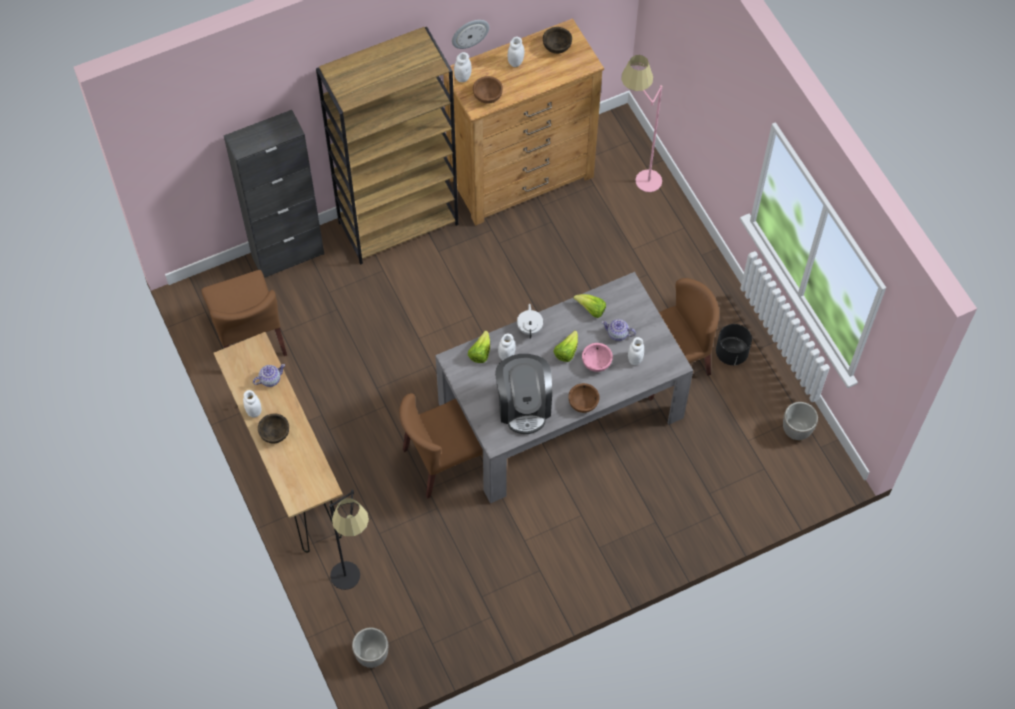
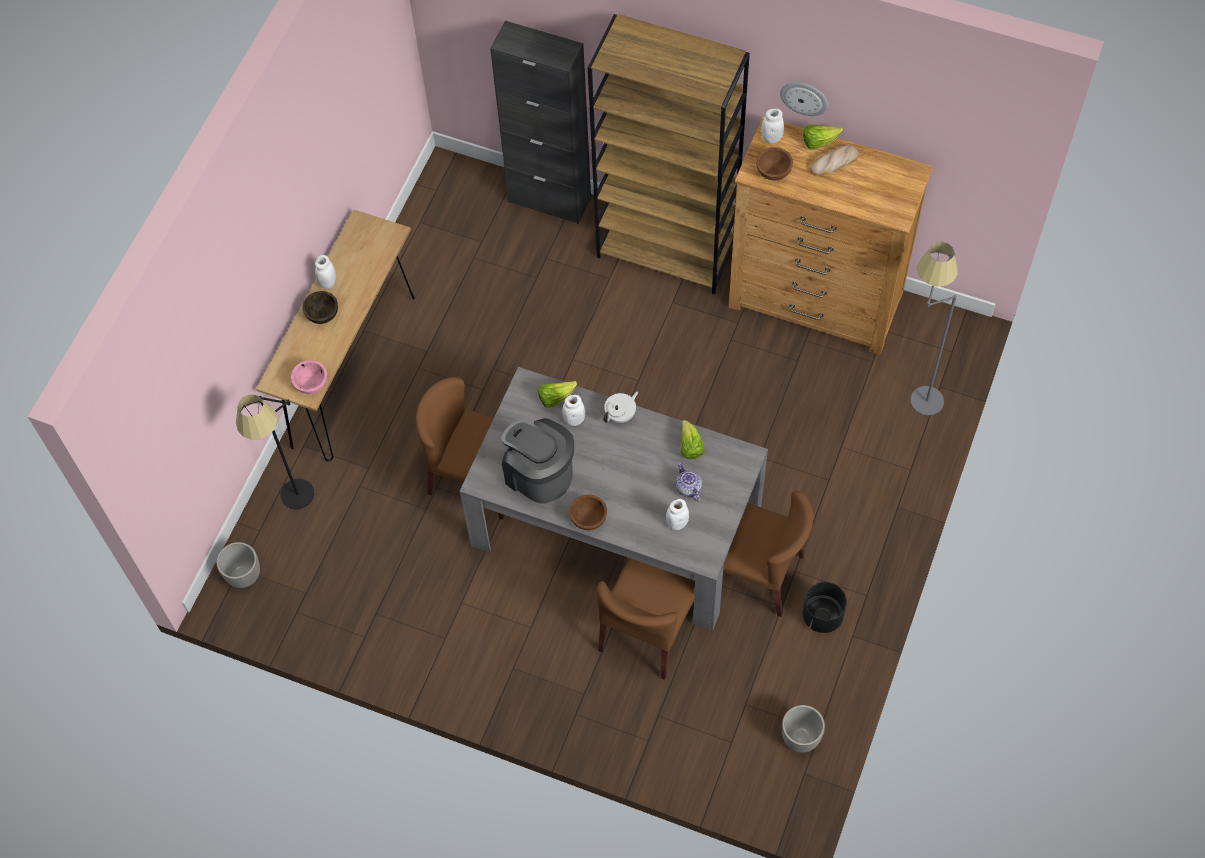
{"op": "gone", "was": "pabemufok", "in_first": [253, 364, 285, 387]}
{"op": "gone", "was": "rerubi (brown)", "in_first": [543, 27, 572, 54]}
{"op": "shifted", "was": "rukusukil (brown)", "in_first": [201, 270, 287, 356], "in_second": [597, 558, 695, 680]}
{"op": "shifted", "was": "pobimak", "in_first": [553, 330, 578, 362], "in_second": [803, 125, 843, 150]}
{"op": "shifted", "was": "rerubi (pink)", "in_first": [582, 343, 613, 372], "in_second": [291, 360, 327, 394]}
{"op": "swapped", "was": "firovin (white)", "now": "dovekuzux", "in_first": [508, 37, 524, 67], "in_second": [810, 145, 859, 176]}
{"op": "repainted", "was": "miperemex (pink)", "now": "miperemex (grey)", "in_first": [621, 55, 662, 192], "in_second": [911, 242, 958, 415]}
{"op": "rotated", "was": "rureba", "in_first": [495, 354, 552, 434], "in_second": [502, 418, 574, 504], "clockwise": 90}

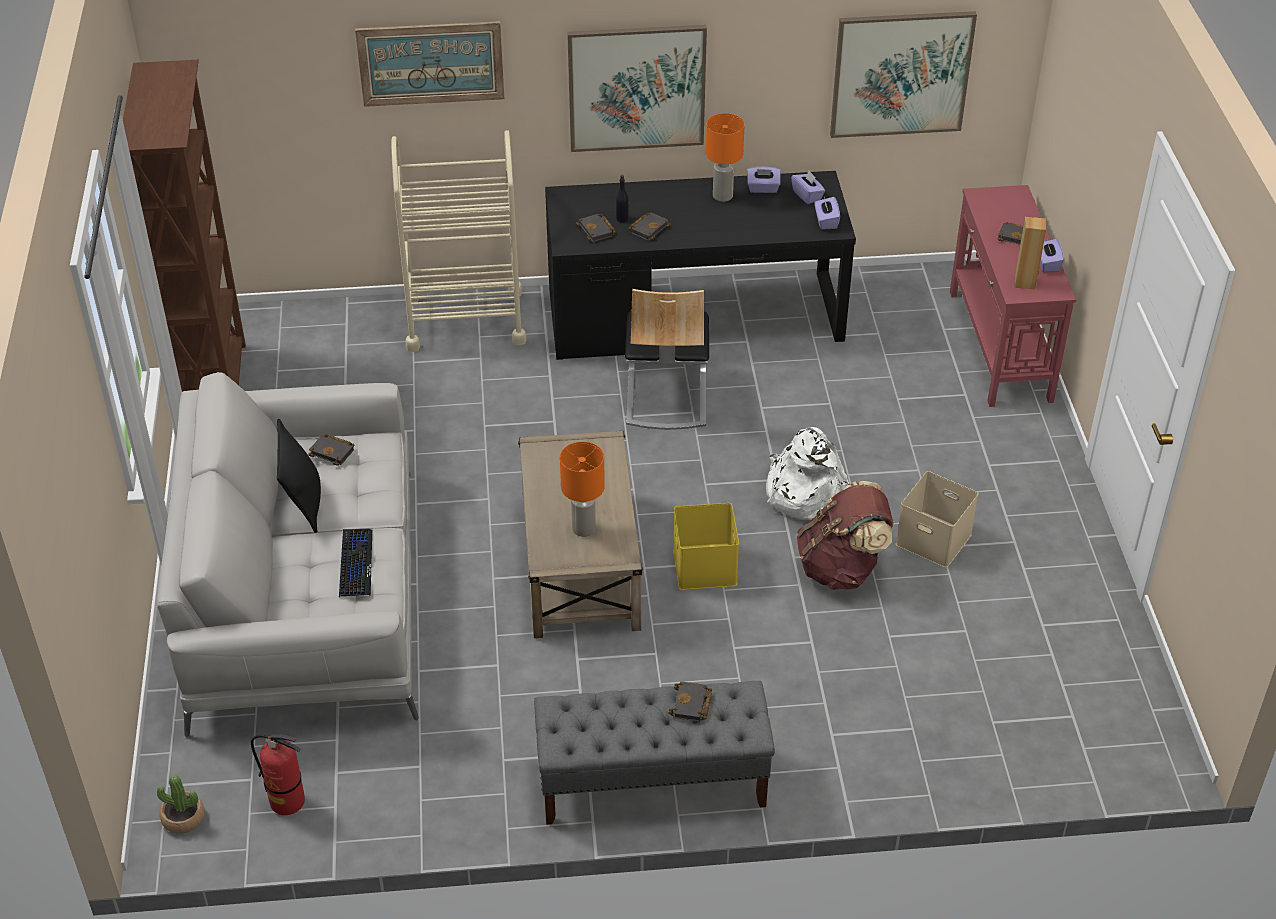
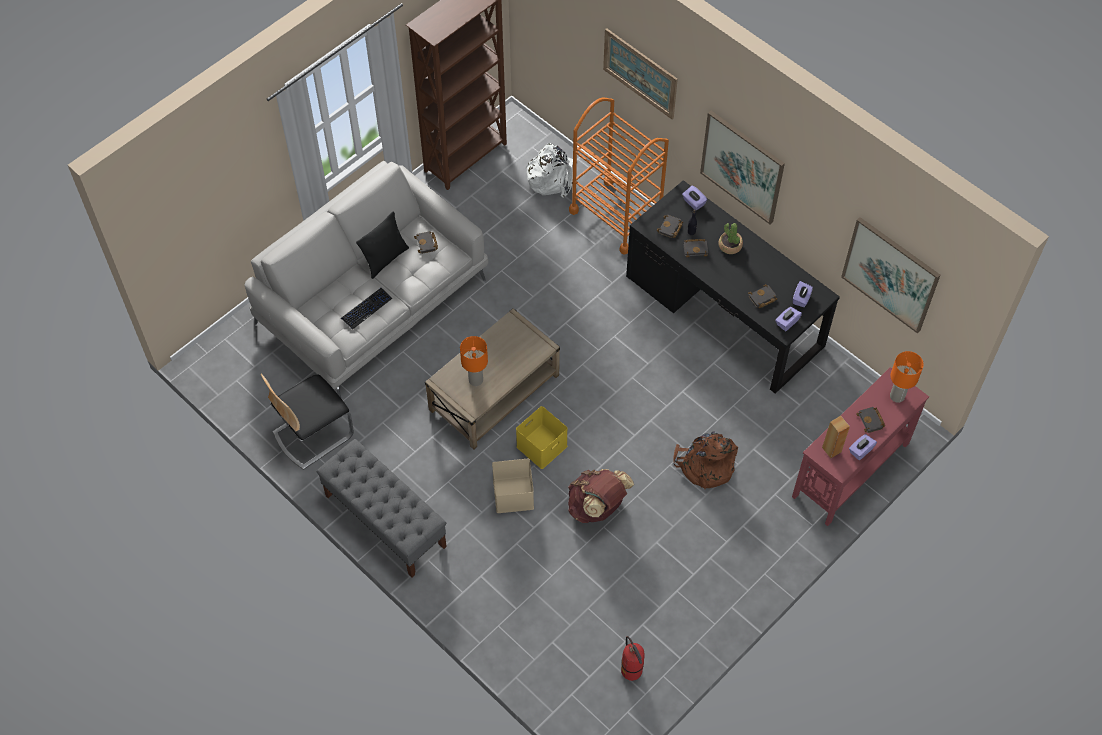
{"op": "new", "now": "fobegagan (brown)", "in_second": [673, 432, 738, 490]}
{"op": "shifted", "was": "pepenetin", "in_first": [157, 775, 204, 834], "in_second": [718, 223, 743, 254]}
{"op": "shifted", "was": "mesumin", "in_first": [251, 734, 305, 815], "in_second": [621, 636, 645, 681]}
{"op": "shifted", "was": "rukusukil", "in_first": [625, 289, 709, 430], "in_second": [261, 373, 354, 470]}
{"op": "shifted", "was": "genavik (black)", "in_first": [669, 681, 712, 722], "in_second": [748, 284, 777, 308]}
{"op": "shifted", "was": "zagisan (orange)", "in_first": [706, 113, 745, 202], "in_second": [890, 351, 924, 403]}
{"op": "shifted", "was": "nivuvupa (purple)", "in_first": [747, 167, 780, 193], "in_second": [682, 185, 707, 210]}
{"op": "shifted", "was": "fobegagan (white)", "in_first": [766, 427, 849, 520], "in_second": [525, 143, 573, 198]}
{"op": "shifted", "was": "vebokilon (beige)", "in_first": [896, 471, 979, 568], "in_second": [492, 459, 534, 513]}
{"op": "repainted", "was": "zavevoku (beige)", "now": "zavevoku (orange)", "in_first": [391, 130, 526, 352], "in_second": [569, 98, 669, 255]}

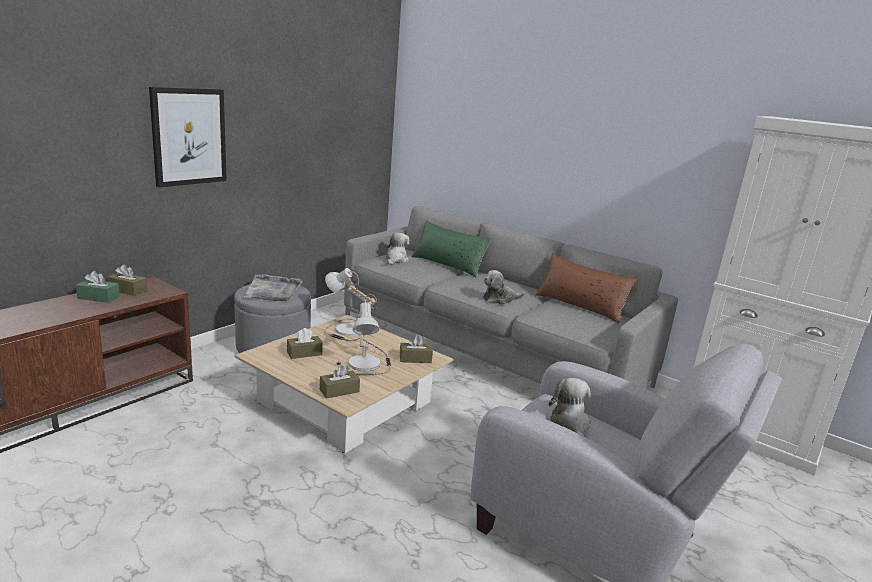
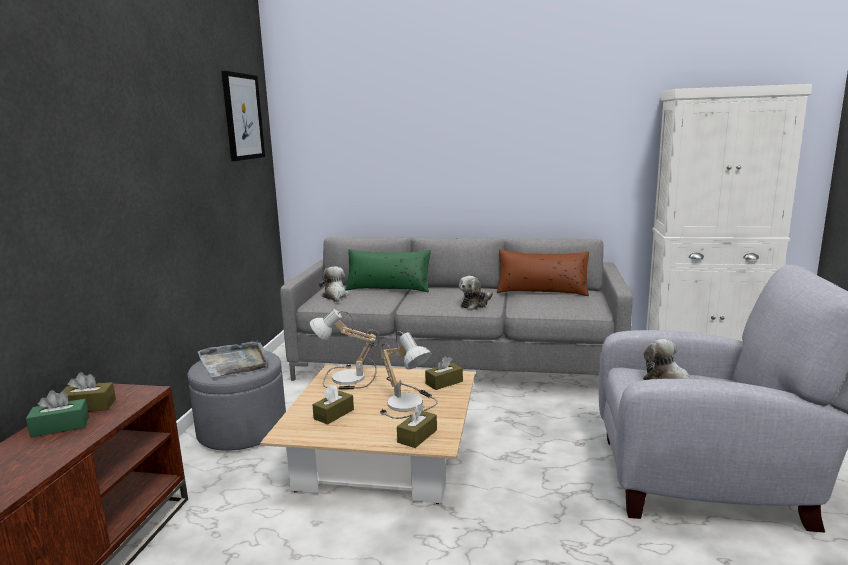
{"op": "shifted", "was": "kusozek", "in_first": [149, 87, 227, 188], "in_second": [221, 71, 265, 161]}

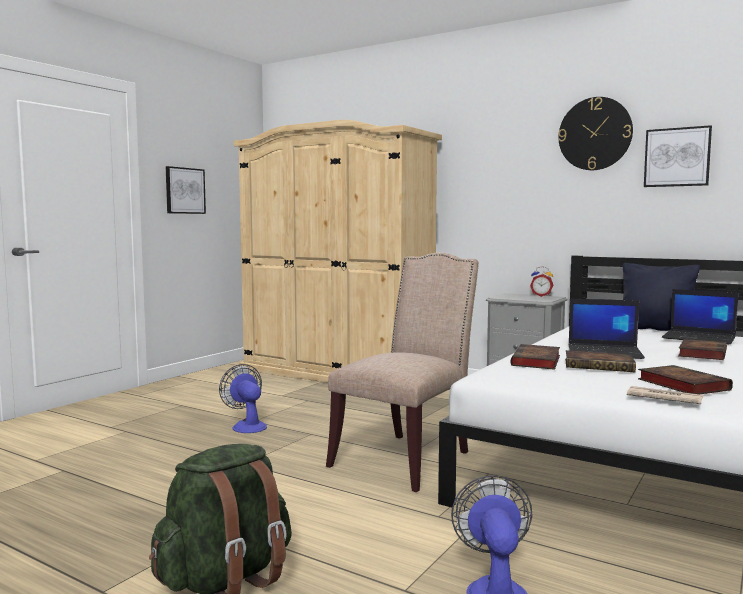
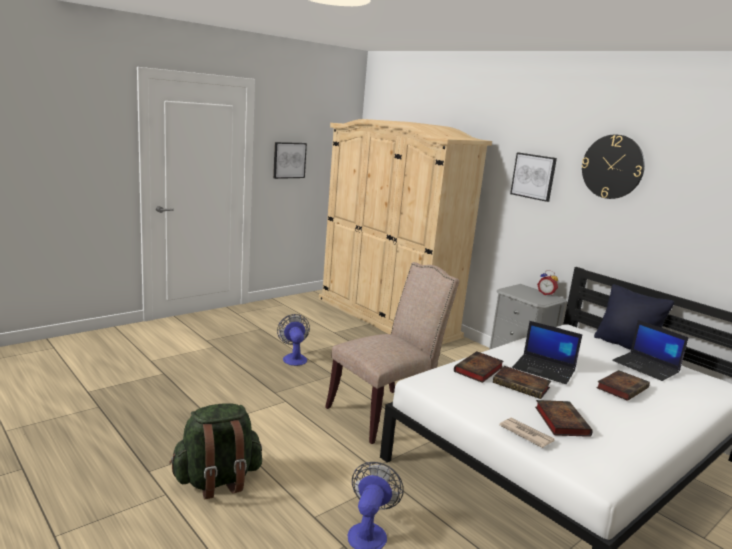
{"op": "shifted", "was": "kusozek", "in_first": [644, 125, 712, 187], "in_second": [510, 153, 557, 202]}

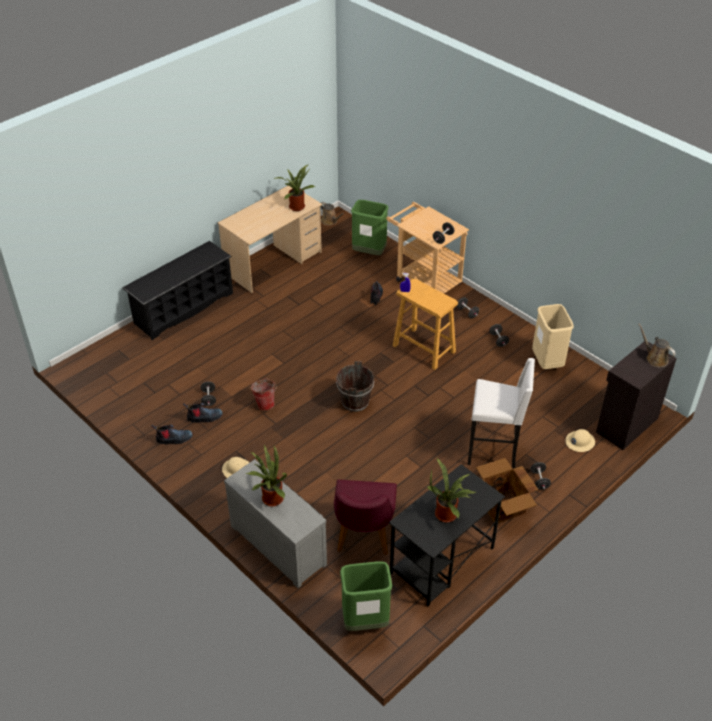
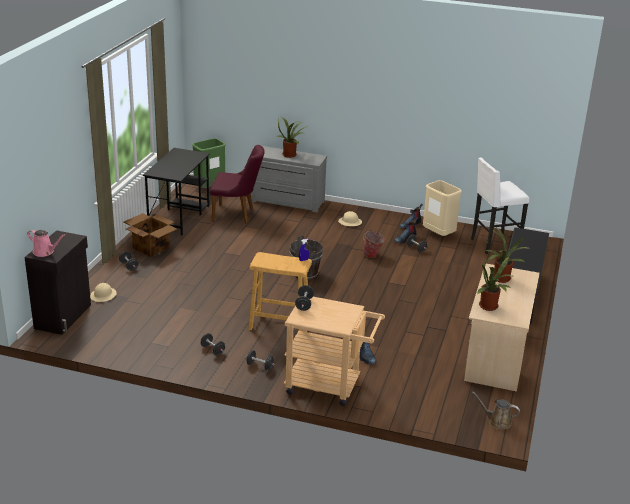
{"op": "gone", "was": "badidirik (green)", "in_first": [351, 200, 388, 255]}
{"op": "shifted", "was": "pepenetin", "in_first": [427, 457, 476, 522], "in_second": [484, 227, 531, 283]}
{"op": "shifted", "was": "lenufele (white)", "in_first": [468, 358, 535, 469], "in_second": [471, 157, 529, 254]}
{"op": "shifted", "was": "badidirik (beige)", "in_first": [532, 304, 574, 369], "in_second": [423, 180, 462, 236]}
{"op": "repainted", "was": "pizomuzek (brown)", "now": "pizomuzek (pink)", "in_first": [638, 324, 676, 367], "in_second": [27, 230, 66, 257]}
{"op": "rotated", "was": "rukusukil (purple)", "in_first": [334, 480, 397, 555], "in_second": [210, 145, 265, 224], "clockwise": 120}

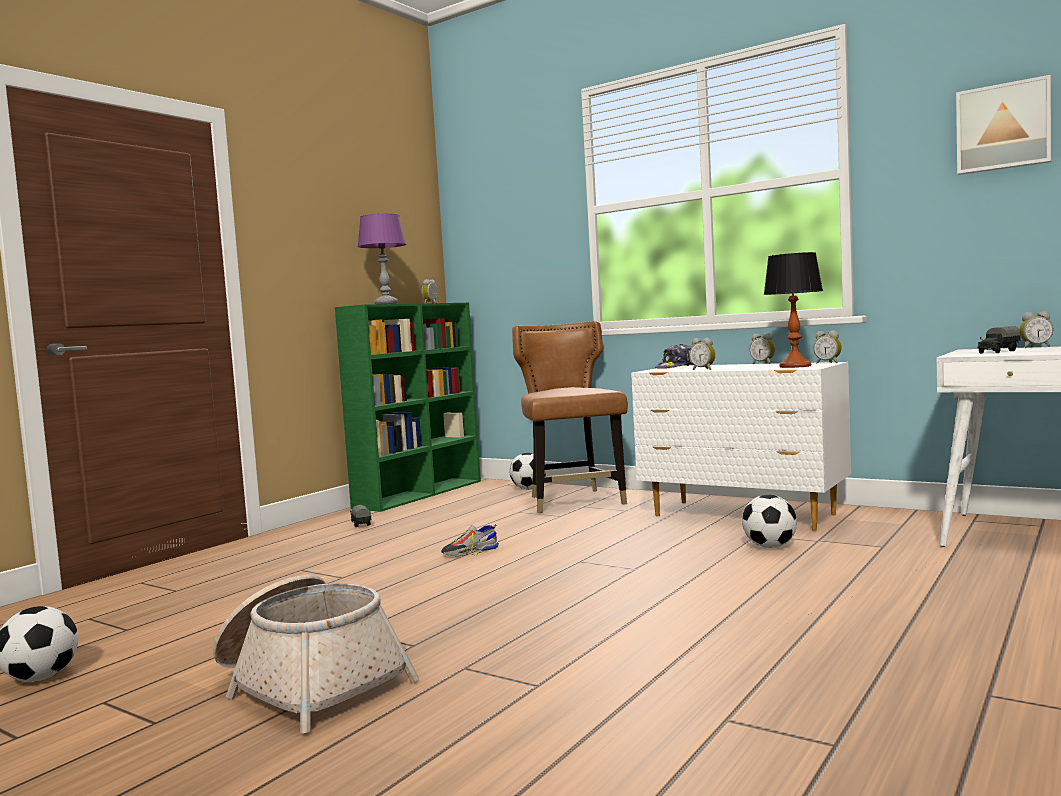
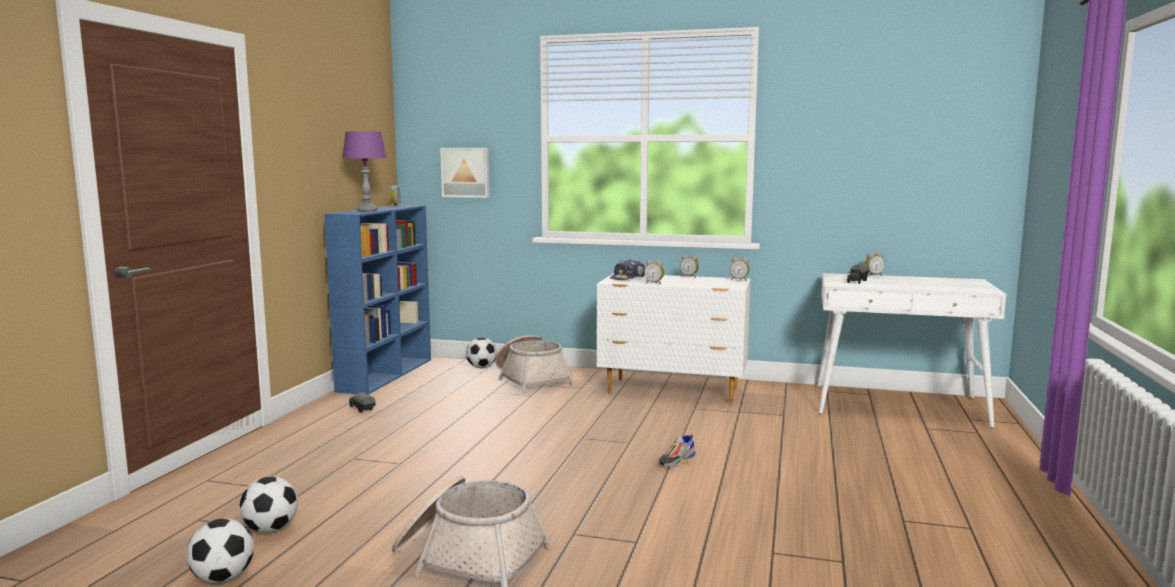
{"op": "gone", "was": "zagisan", "in_first": [764, 252, 823, 368]}
{"op": "shifted", "was": "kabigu", "in_first": [441, 524, 499, 556], "in_second": [658, 434, 696, 467]}
{"op": "shifted", "was": "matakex", "in_first": [742, 495, 797, 548], "in_second": [239, 476, 298, 533]}
{"op": "shifted", "was": "kusozek", "in_first": [956, 75, 1052, 175], "in_second": [440, 148, 490, 198]}
{"op": "swapped", "was": "rukusukil (brown)", "now": "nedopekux", "in_first": [512, 321, 628, 513], "in_second": [495, 335, 574, 393]}
{"op": "repainted", "was": "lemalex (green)", "now": "lemalex (blue)", "in_first": [335, 303, 481, 512], "in_second": [324, 205, 431, 395]}

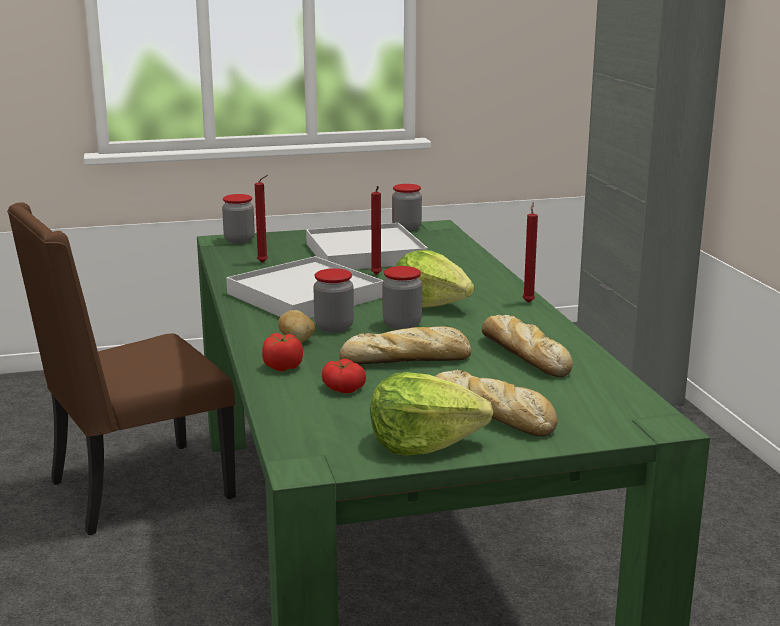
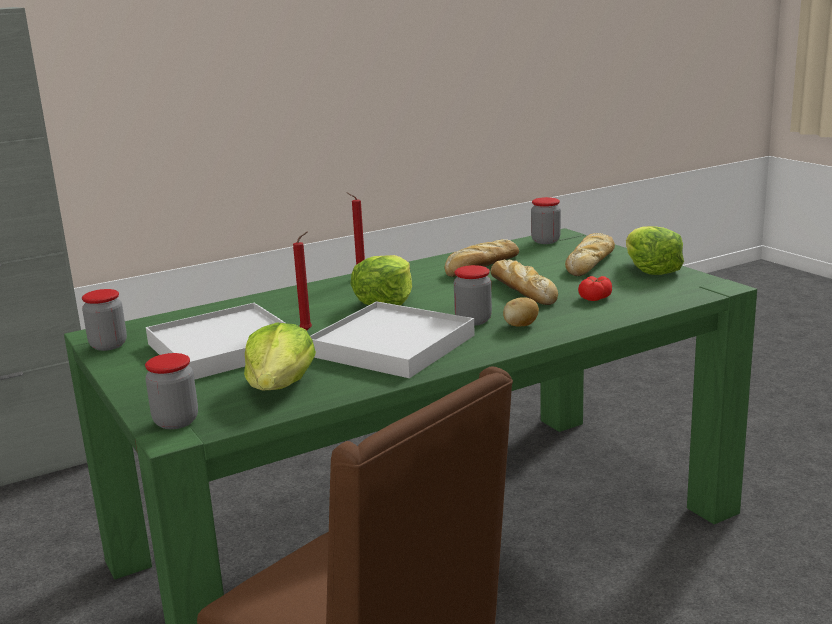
{"op": "gone", "was": "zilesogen", "in_first": [262, 333, 303, 371]}
{"op": "shifted", "was": "firovin", "in_first": [383, 266, 422, 330], "in_second": [531, 197, 561, 244]}
{"op": "swapped", "was": "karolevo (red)", "now": "pobimak", "in_first": [255, 175, 268, 263], "in_second": [244, 323, 316, 391]}

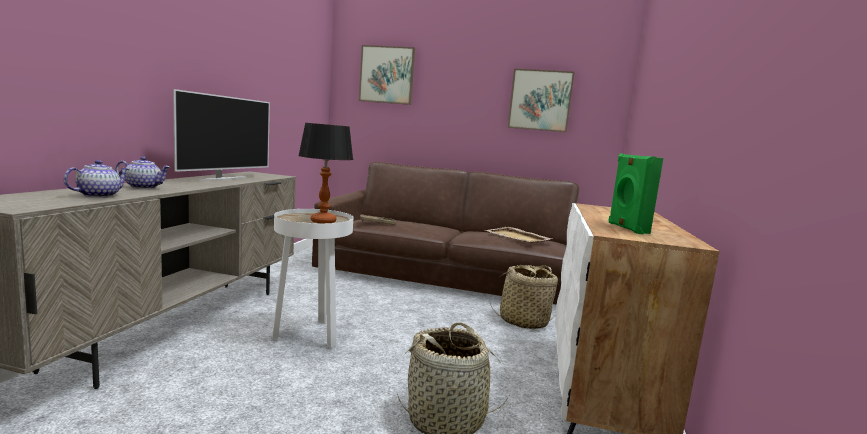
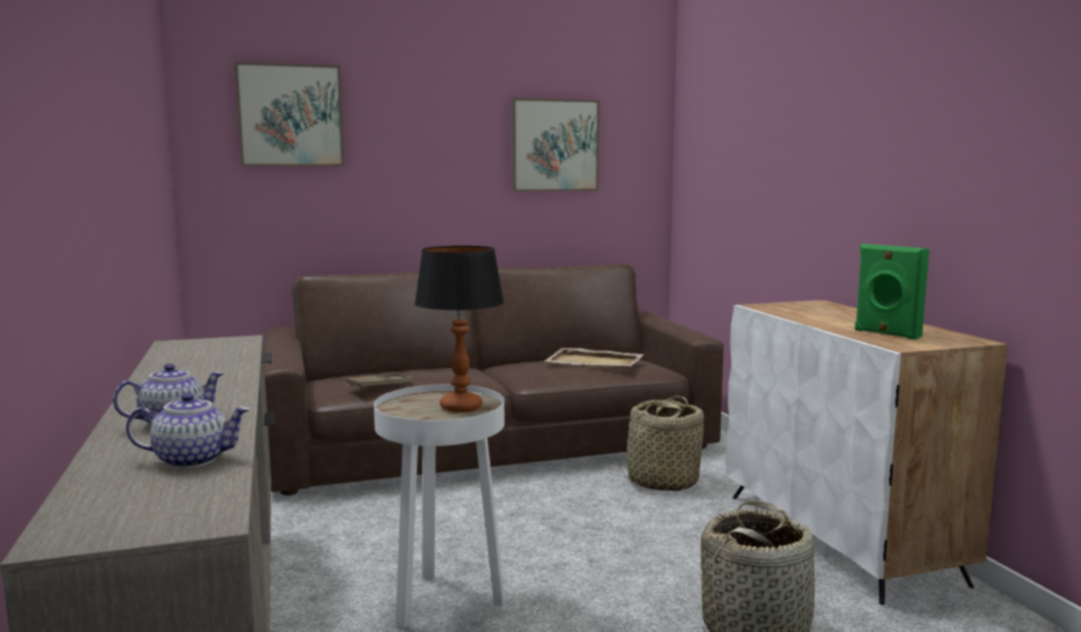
{"op": "gone", "was": "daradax", "in_first": [173, 89, 270, 181]}
{"op": "rotated", "was": "pabemufok", "in_first": [64, 160, 129, 198], "in_second": [126, 392, 250, 468], "clockwise": 90}

